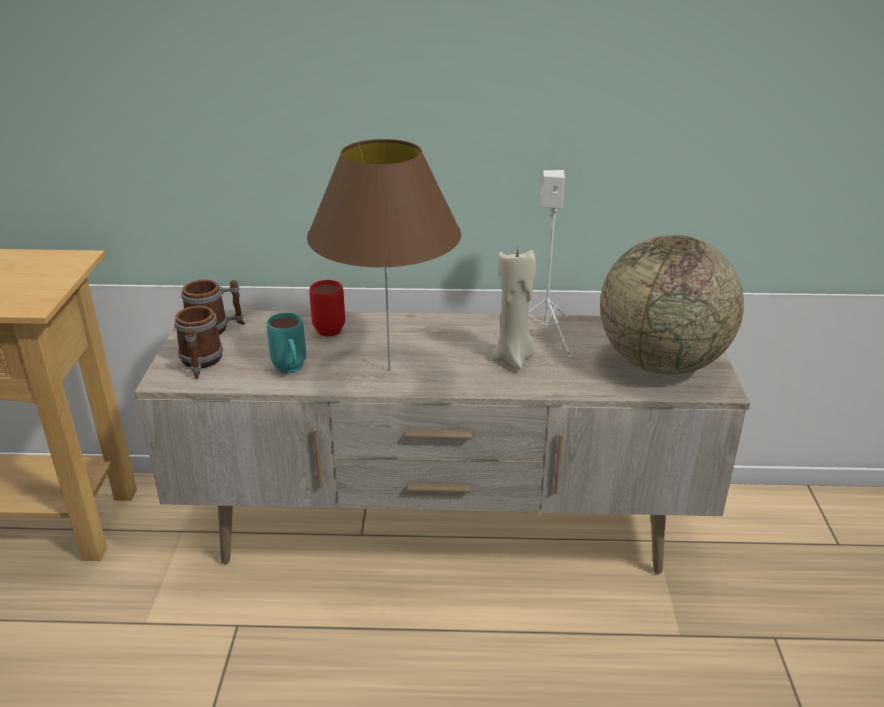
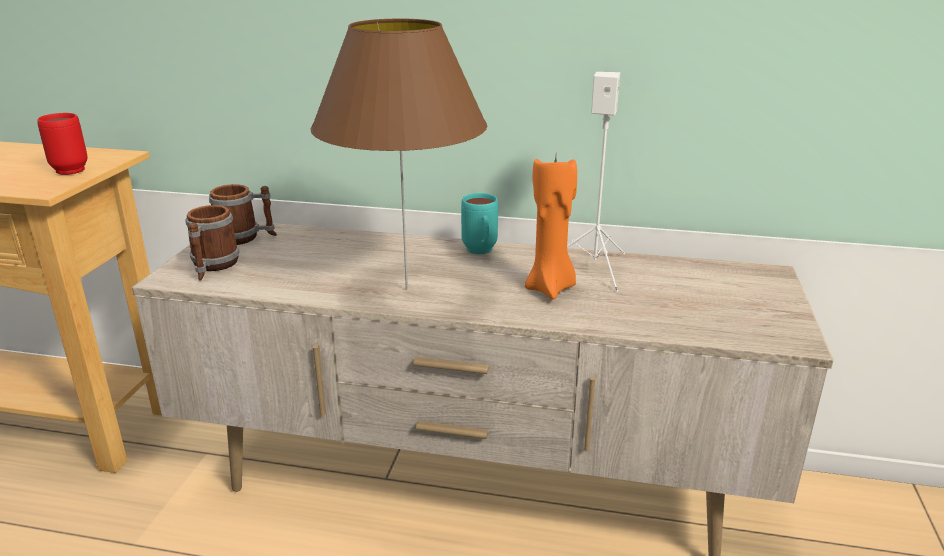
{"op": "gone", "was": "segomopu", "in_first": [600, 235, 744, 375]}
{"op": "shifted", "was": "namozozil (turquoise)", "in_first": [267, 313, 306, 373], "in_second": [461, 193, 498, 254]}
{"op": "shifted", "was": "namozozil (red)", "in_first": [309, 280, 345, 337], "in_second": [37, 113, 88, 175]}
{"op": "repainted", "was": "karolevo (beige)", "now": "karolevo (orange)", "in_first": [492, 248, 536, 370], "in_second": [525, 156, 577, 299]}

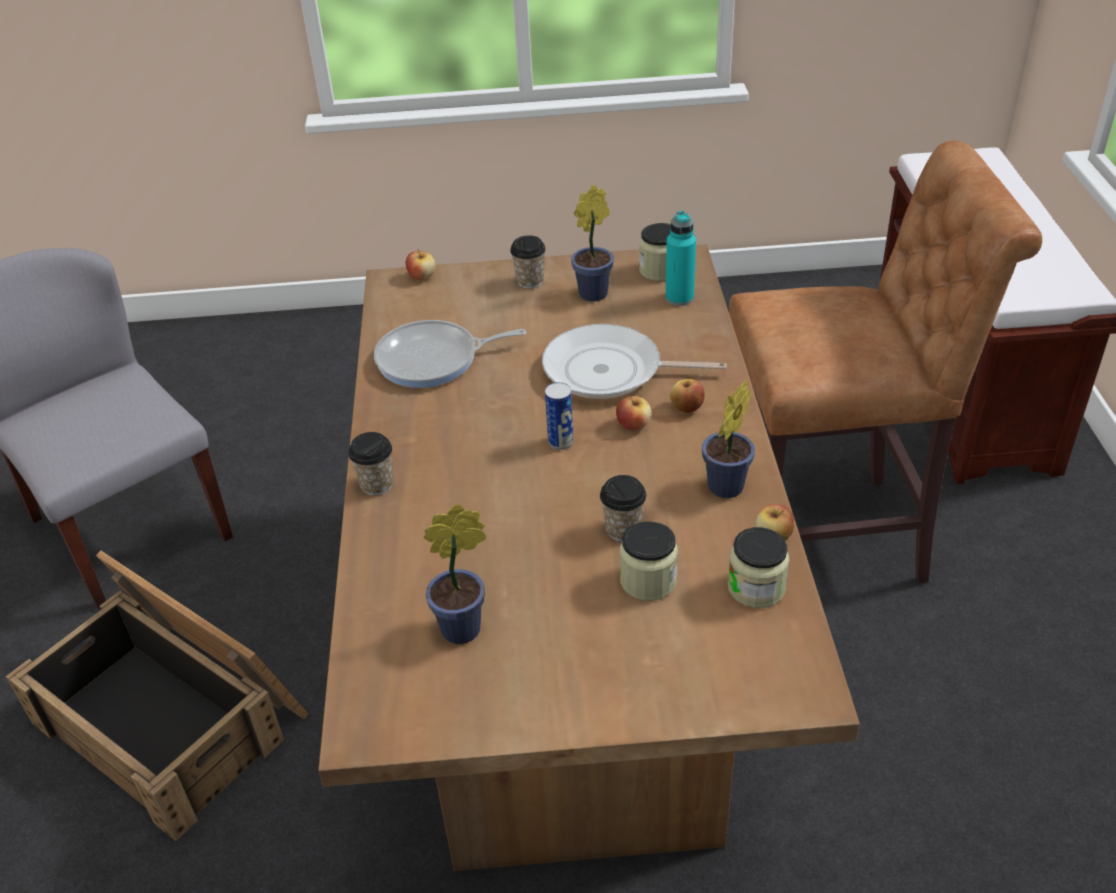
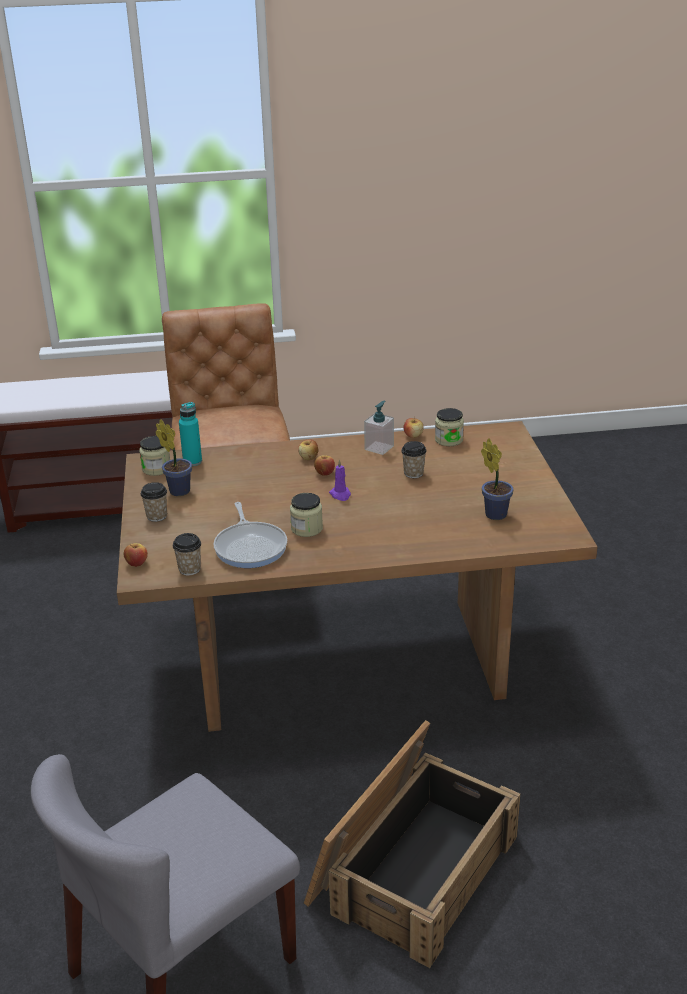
{"op": "gone", "was": "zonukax", "in_first": [542, 324, 727, 399]}
{"op": "shifted", "was": "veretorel", "in_first": [348, 432, 393, 496], "in_second": [173, 533, 201, 576]}
{"op": "shifted", "was": "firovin", "in_first": [620, 521, 678, 601], "in_second": [290, 493, 323, 537]}
{"op": "swapped", "was": "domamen", "now": "karolevo (purple)", "in_first": [545, 382, 574, 450], "in_second": [329, 459, 351, 501]}
{"op": "swapped", "was": "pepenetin", "now": "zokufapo", "in_first": [702, 380, 755, 498], "in_second": [364, 401, 394, 455]}

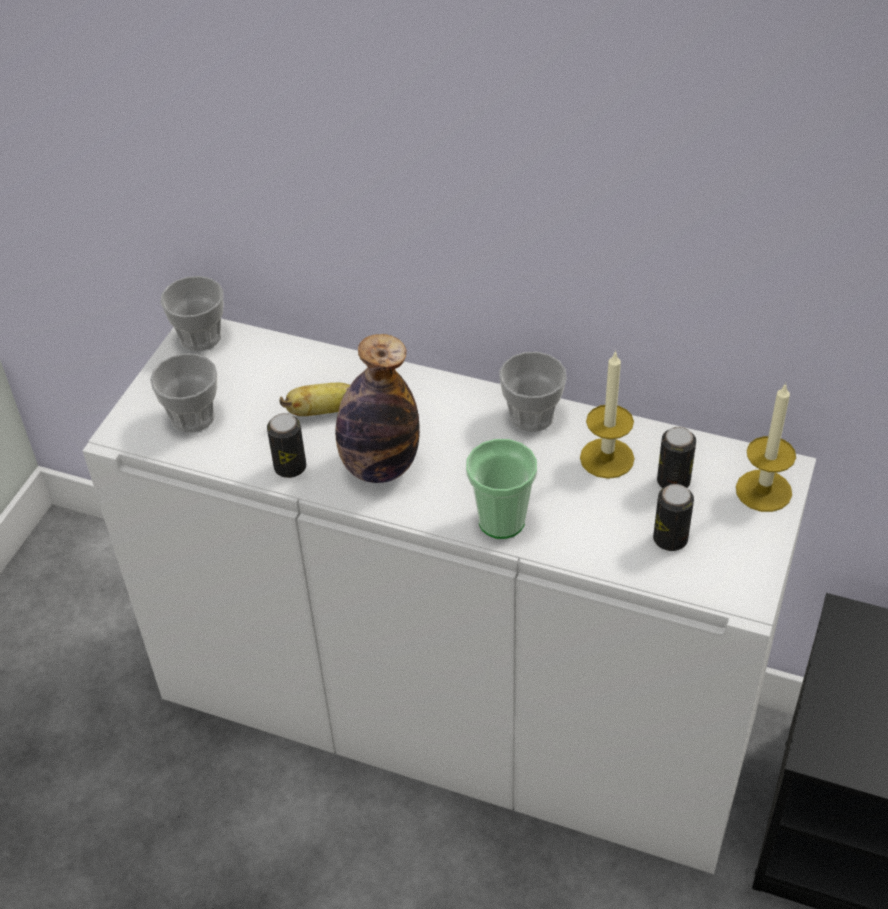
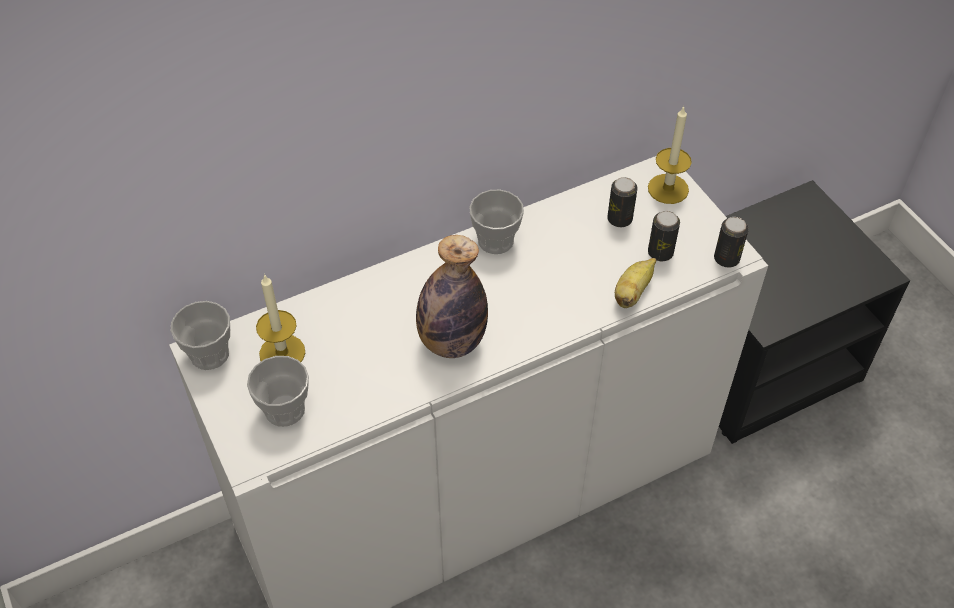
{"op": "gone", "was": "veretorel", "in_first": [466, 439, 537, 539]}
{"op": "shifted", "was": "domamen", "in_first": [267, 413, 306, 478], "in_second": [714, 217, 749, 267]}
{"op": "shifted", "was": "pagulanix", "in_first": [280, 383, 350, 416], "in_second": [615, 258, 656, 308]}
{"op": "shifted", "was": "karolevo", "in_first": [580, 350, 634, 479], "in_second": [256, 274, 305, 362]}

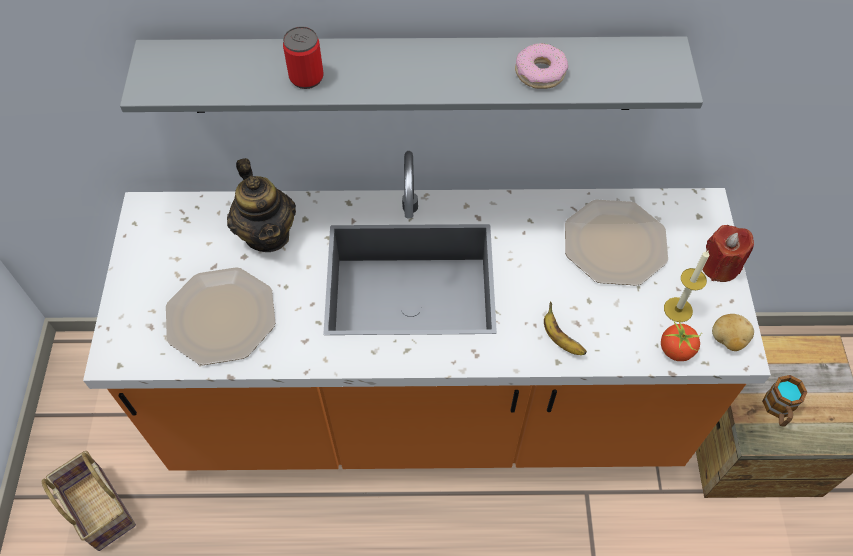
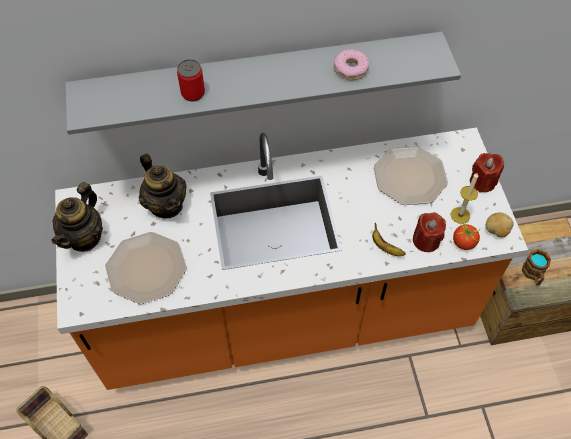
{"op": "new", "now": "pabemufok", "in_second": [52, 182, 103, 252]}
{"op": "new", "now": "karolevo (red)", "in_second": [413, 212, 446, 252]}

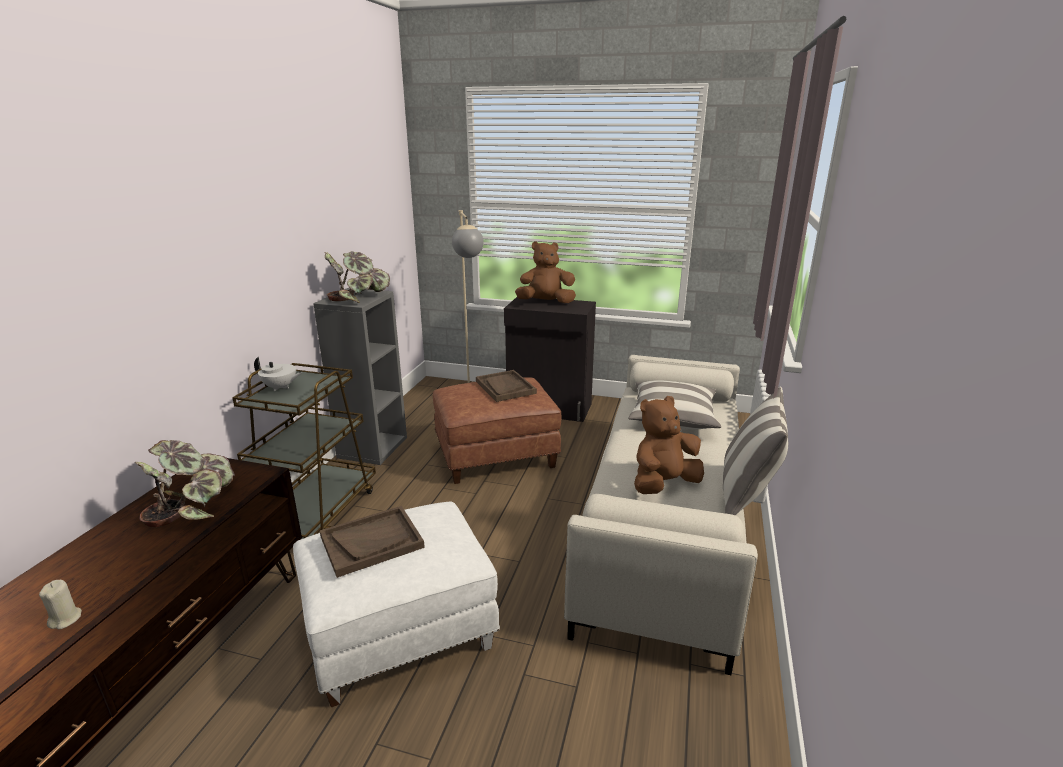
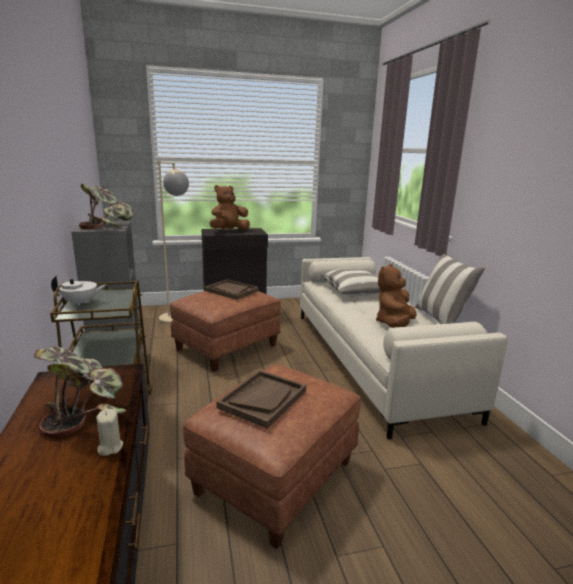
{"op": "shifted", "was": "karolevo (beige)", "in_first": [39, 580, 82, 629], "in_second": [96, 409, 123, 456]}
{"op": "repainted", "was": "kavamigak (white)", "now": "kavamigak (brown)", "in_first": [293, 501, 500, 707], "in_second": [183, 364, 361, 549]}

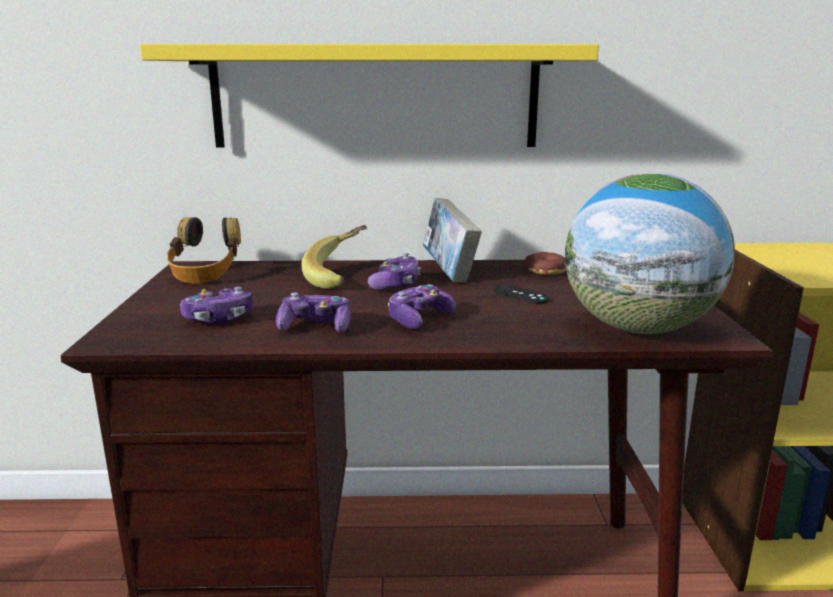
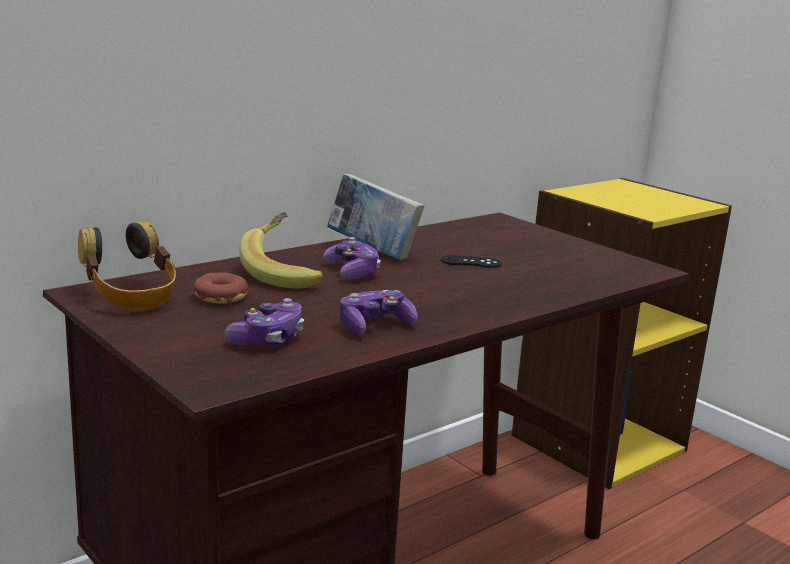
{"op": "gone", "was": "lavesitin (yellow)", "in_first": [140, 44, 599, 148]}
{"op": "gone", "was": "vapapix", "in_first": [388, 284, 456, 329]}
{"op": "gone", "was": "segomopu", "in_first": [565, 173, 735, 334]}
{"op": "shifted", "was": "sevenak", "in_first": [525, 252, 566, 275], "in_second": [194, 273, 248, 304]}

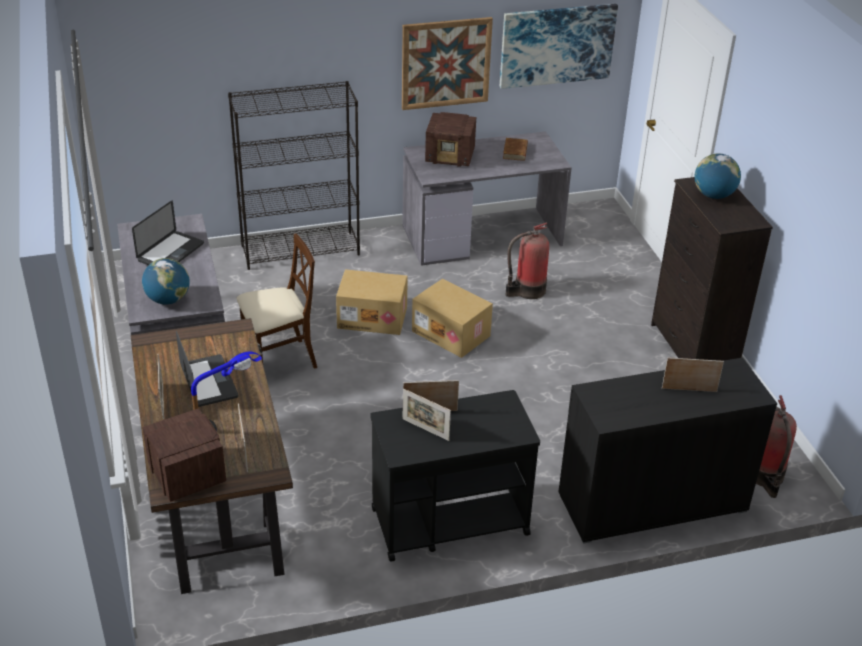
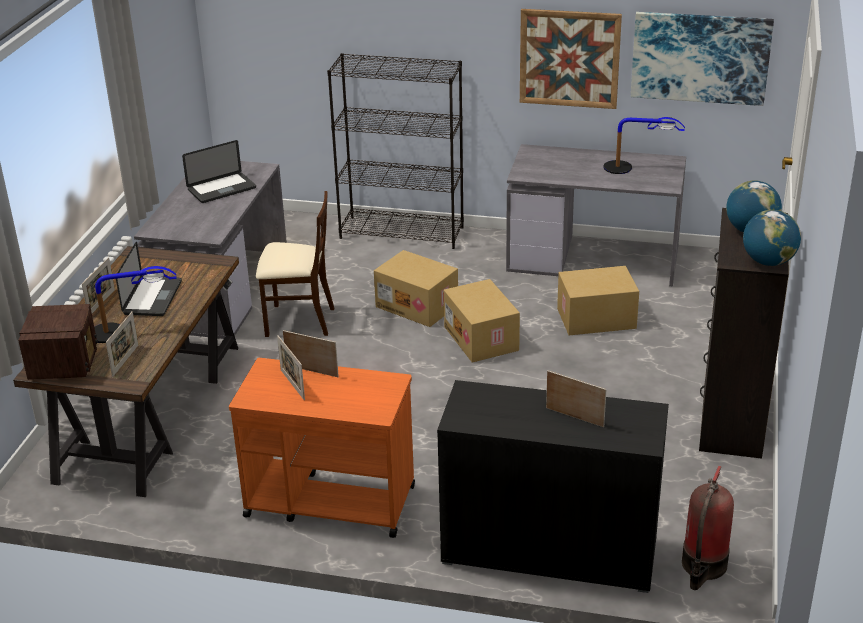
{"op": "gone", "was": "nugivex", "in_first": [425, 112, 476, 167]}
{"op": "shifted", "was": "segomopu", "in_first": [142, 258, 190, 305], "in_second": [743, 210, 801, 266]}
{"op": "swapped", "was": "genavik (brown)", "now": "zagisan", "in_first": [503, 138, 528, 161], "in_second": [603, 117, 685, 174]}
{"op": "swapped", "was": "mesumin", "now": "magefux", "in_first": [506, 222, 549, 299], "in_second": [557, 266, 639, 335]}
{"op": "repainted", "was": "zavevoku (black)", "now": "zavevoku (orange)", "in_first": [370, 390, 540, 562], "in_second": [229, 358, 415, 538]}

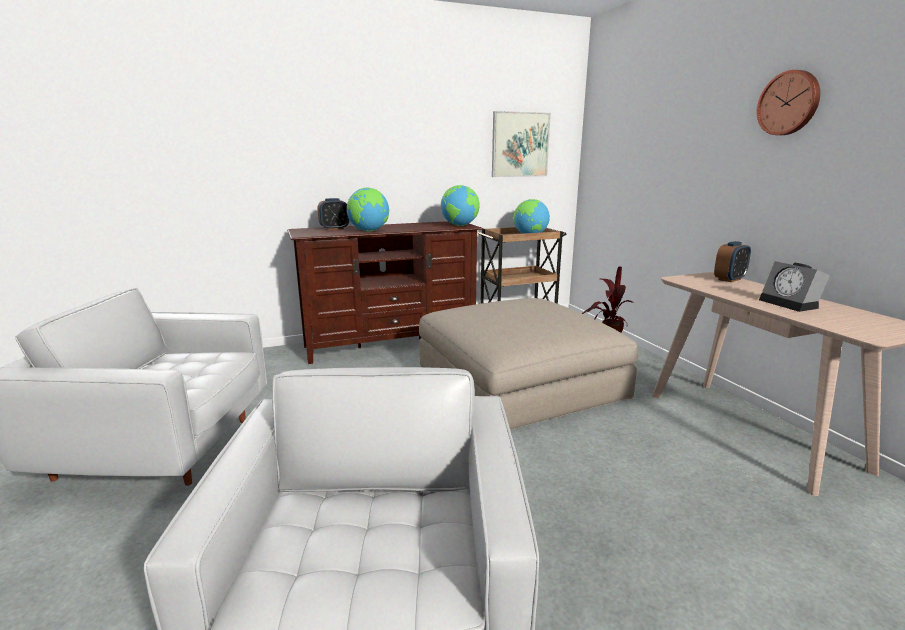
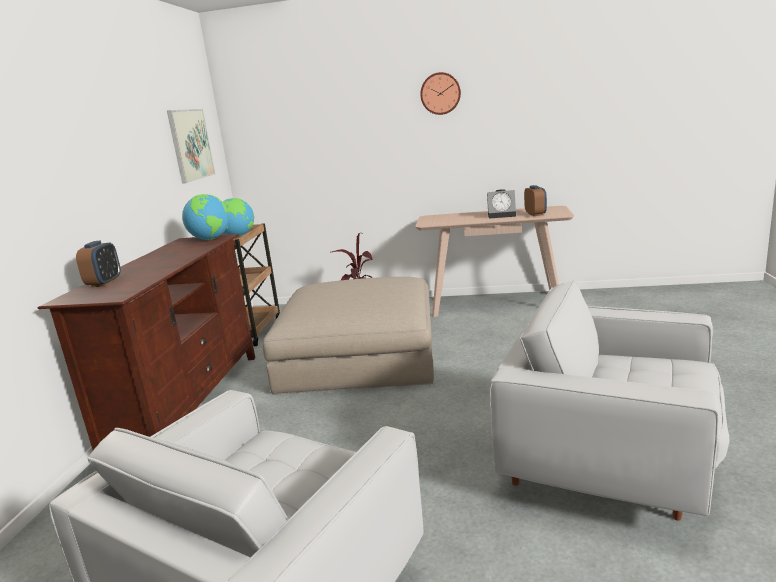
{"op": "gone", "was": "segomopu", "in_first": [347, 188, 389, 231]}
{"op": "shifted", "was": "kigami", "in_first": [714, 241, 751, 282], "in_second": [524, 185, 547, 216]}

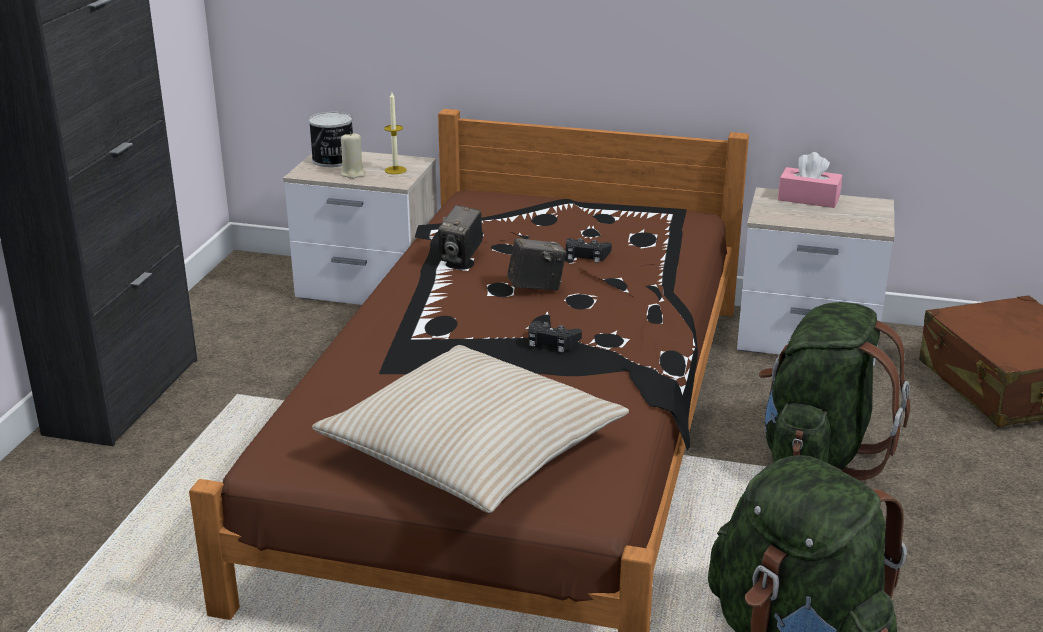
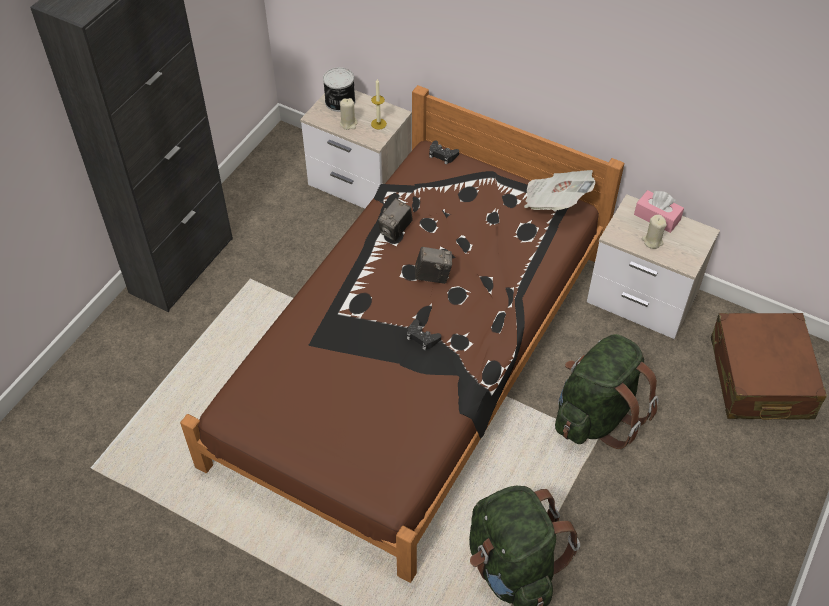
{"op": "gone", "was": "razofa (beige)", "in_first": [312, 345, 629, 513]}
{"op": "new", "now": "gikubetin", "in_second": [524, 170, 596, 210]}
{"op": "new", "now": "karolevo (beige)", "in_second": [642, 215, 667, 249]}
{"op": "shifted", "was": "vapapix (black)", "in_first": [566, 238, 612, 263], "in_second": [429, 140, 459, 164]}

